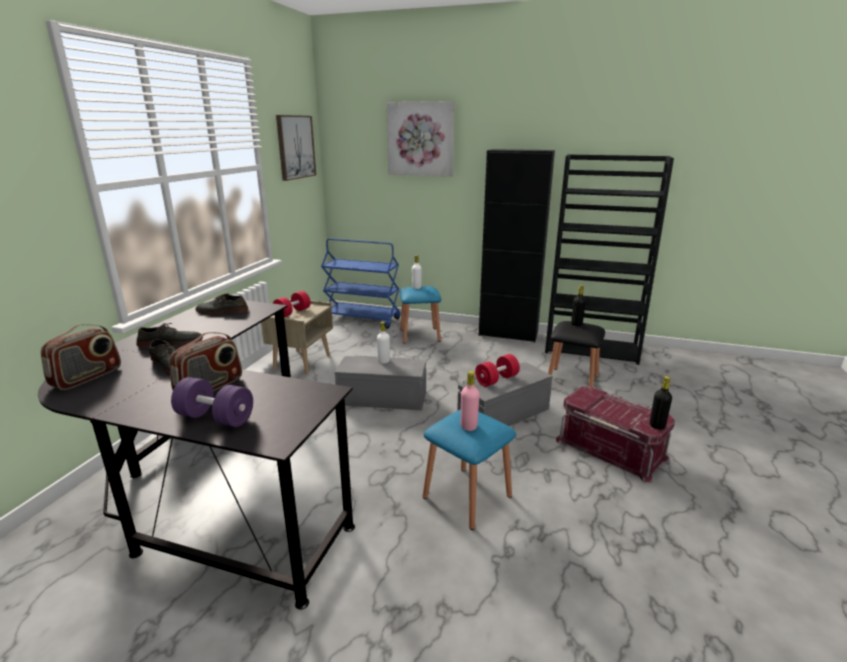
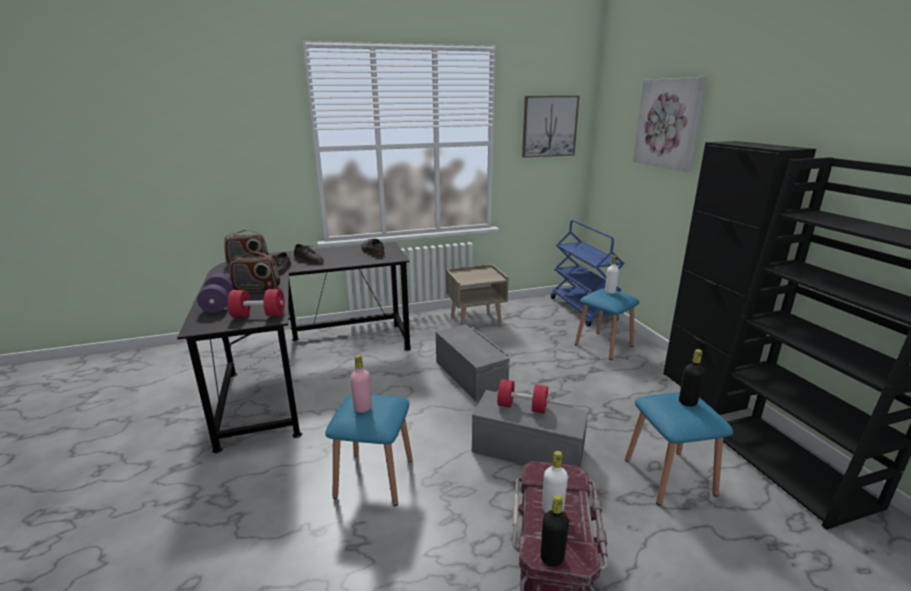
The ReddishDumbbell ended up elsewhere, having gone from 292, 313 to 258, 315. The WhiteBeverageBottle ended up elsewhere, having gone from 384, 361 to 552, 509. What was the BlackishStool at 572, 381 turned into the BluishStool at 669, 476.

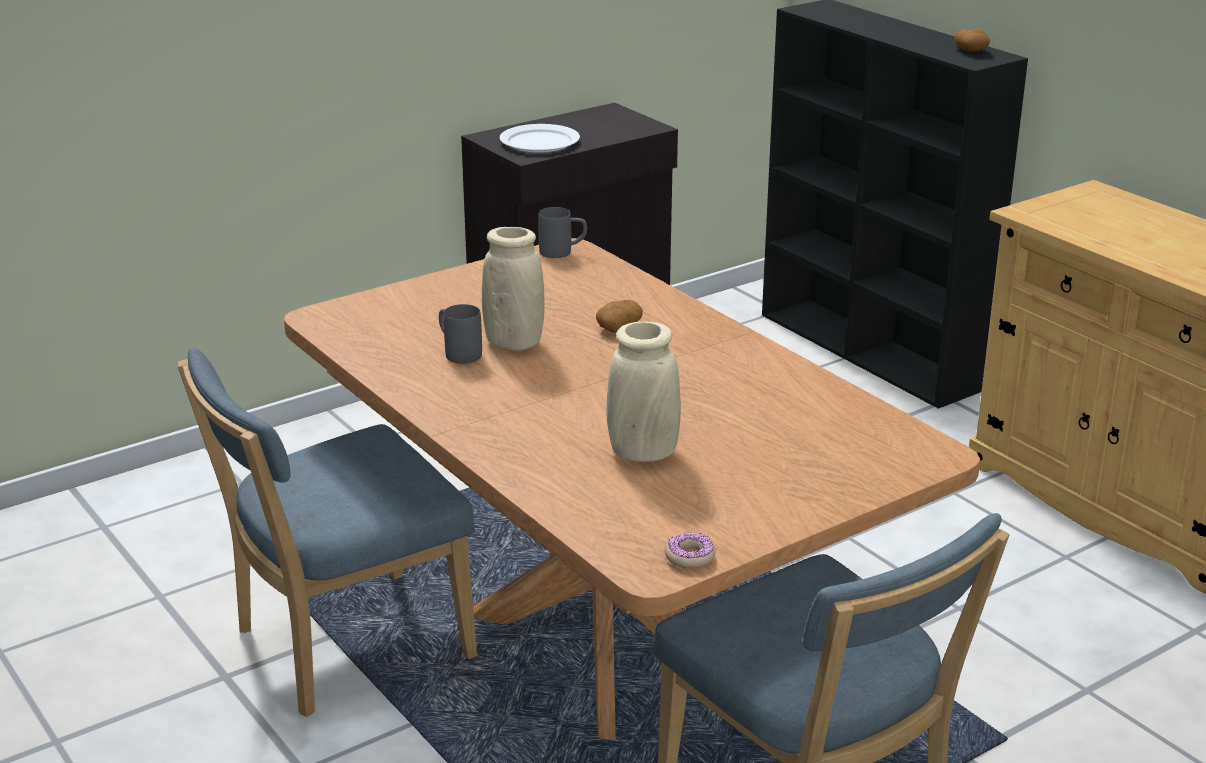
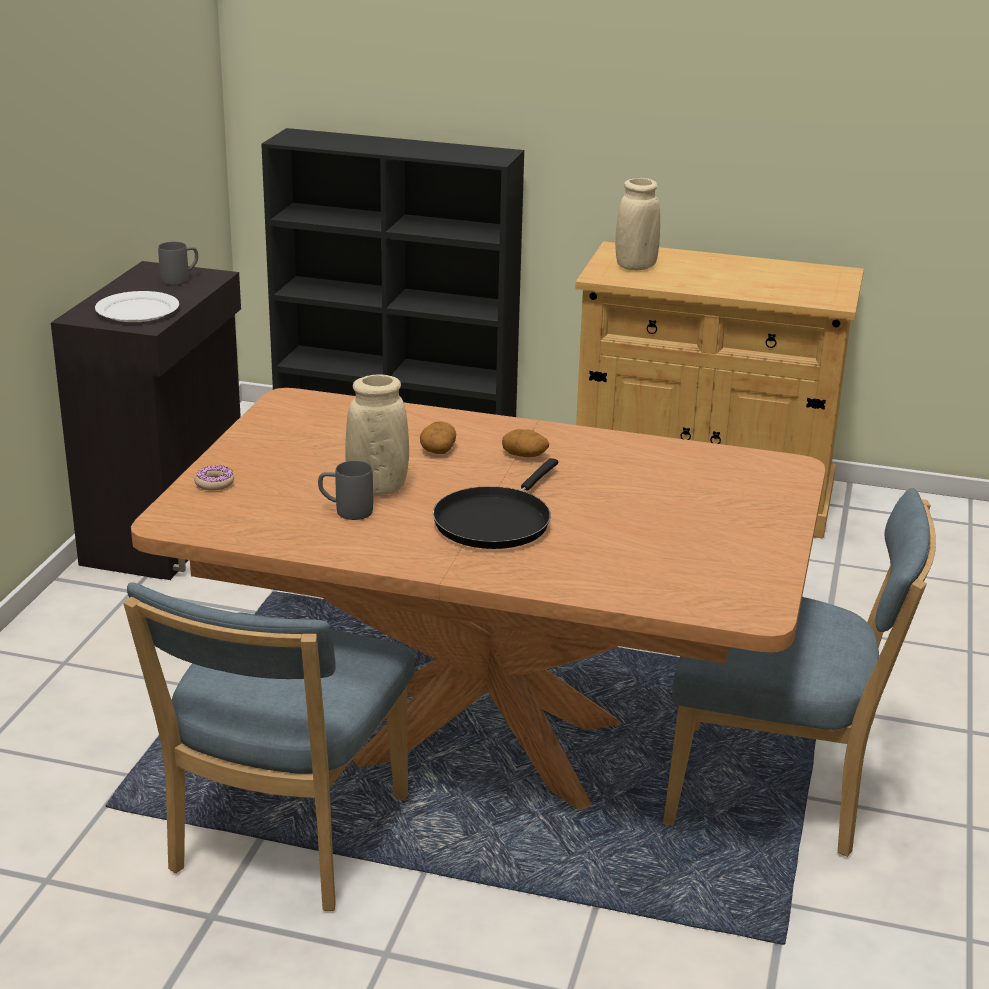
The GrayMug ended up elsewhere, having gone from 563, 252 to 181, 279. The Doughnut ended up elsewhere, having gone from 689, 557 to 214, 483. The second view gained the BlackishFryingPan at 496, 521. The Spud ended up elsewhere, having gone from 971, 51 to 525, 455. The SandColouredFlowerVase ended up elsewhere, having gone from 643, 453 to 636, 267.

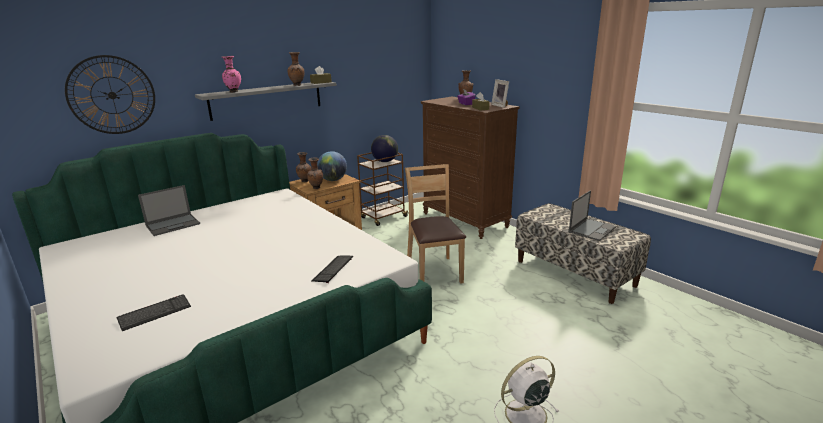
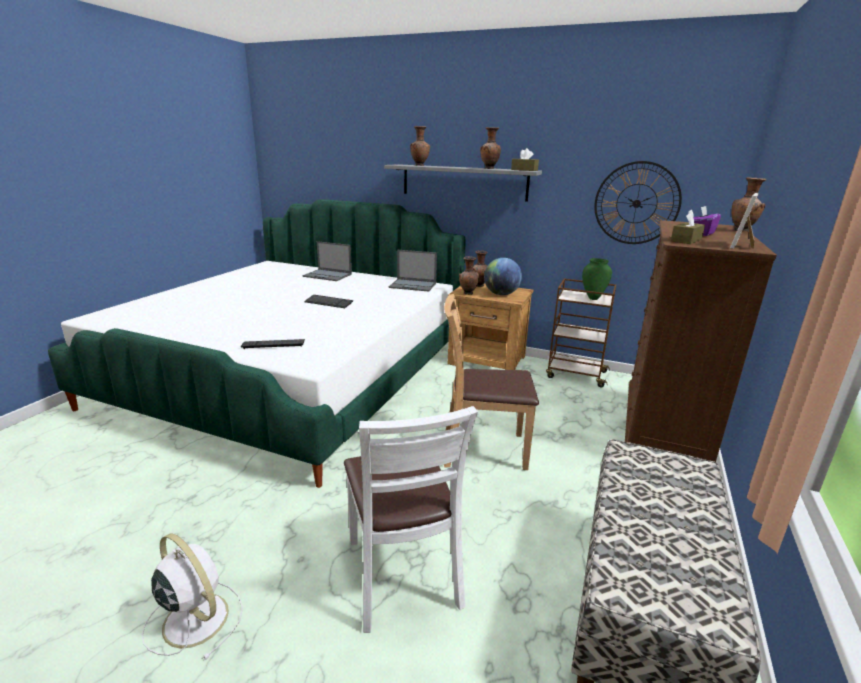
The Keyboard ended up elsewhere, having gone from 155, 313 to 328, 302. The second view gained the WhiteChair at 402, 574. The NotebookComputer ended up elsewhere, having gone from 592, 229 to 413, 285. What was the PinkishFlowerVase at 233, 92 turned into the BrownishFlowerVase at 419, 165. The BrownishChair at 434, 272 ended up facing another way, 135 degrees counterclockwise from before. Where the Globe stood at 385, 161, the GreenFlowerVase came to stand at 593, 298. The ClockOnTheWall ended up elsewhere, having gone from 112, 95 to 636, 203.

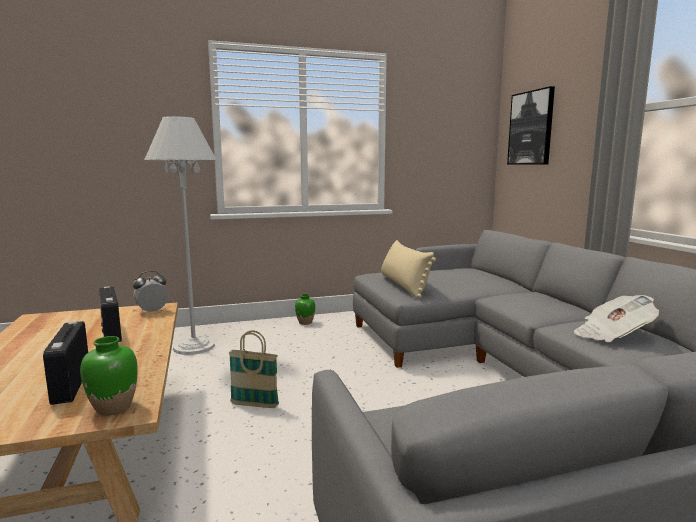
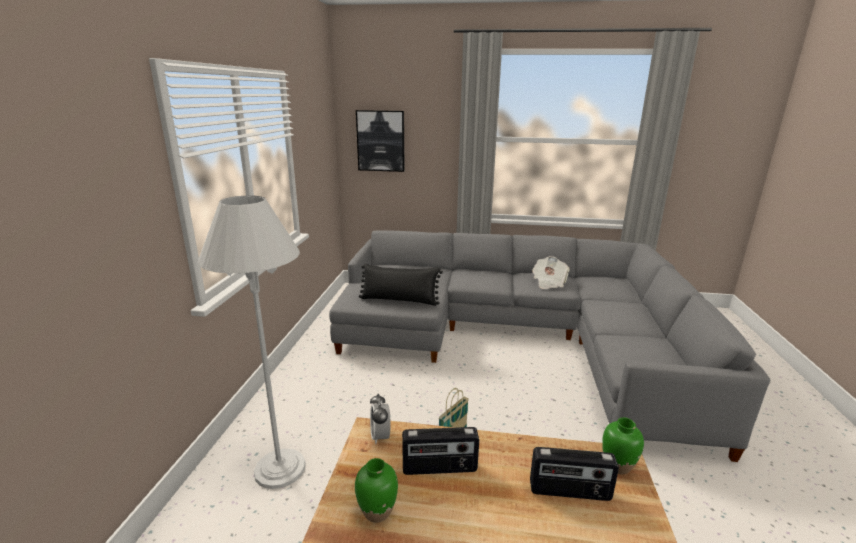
The GreenFlowerVase ended up elsewhere, having gone from 305, 322 to 377, 511. What was the SandColouredPillow at 404, 286 turned into the BlackishPillow at 399, 300.

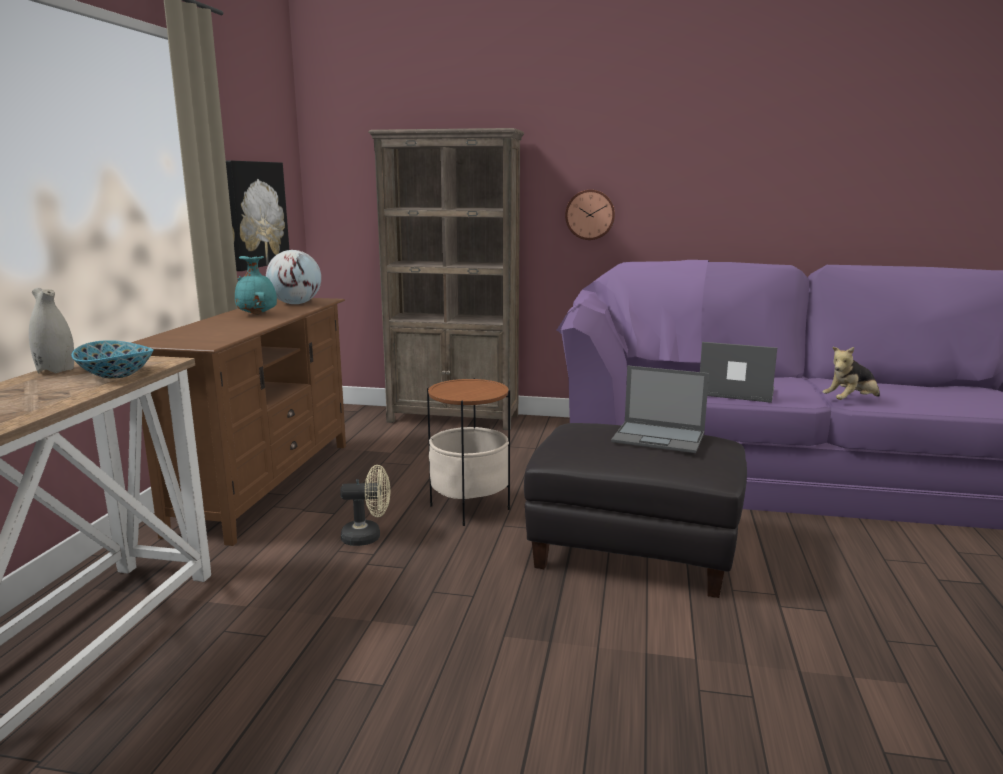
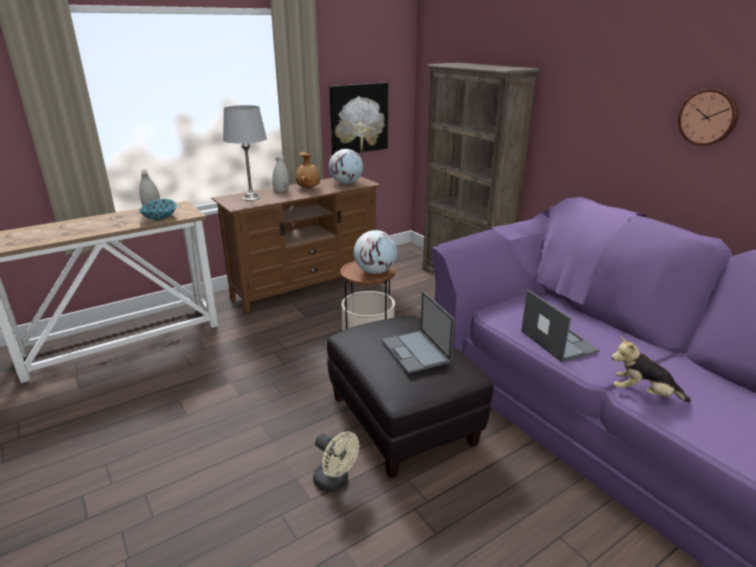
The second view gained the GrayTabletopLamp at 251, 197. The second view gained the WhiteFlowerVase at 281, 190. What was the BlueGreenFlowerVase at 258, 314 turned into the BrownishFlowerVase at 309, 188. The SandColouredFan ended up elsewhere, having gone from 368, 537 to 335, 482. The second view gained the Globe at 375, 272. The ClockOnTheWall ended up elsewhere, having gone from 590, 214 to 708, 117.

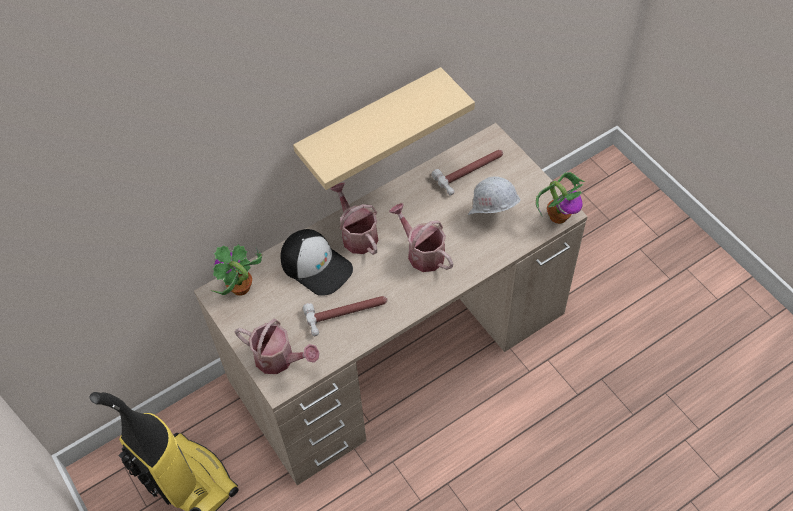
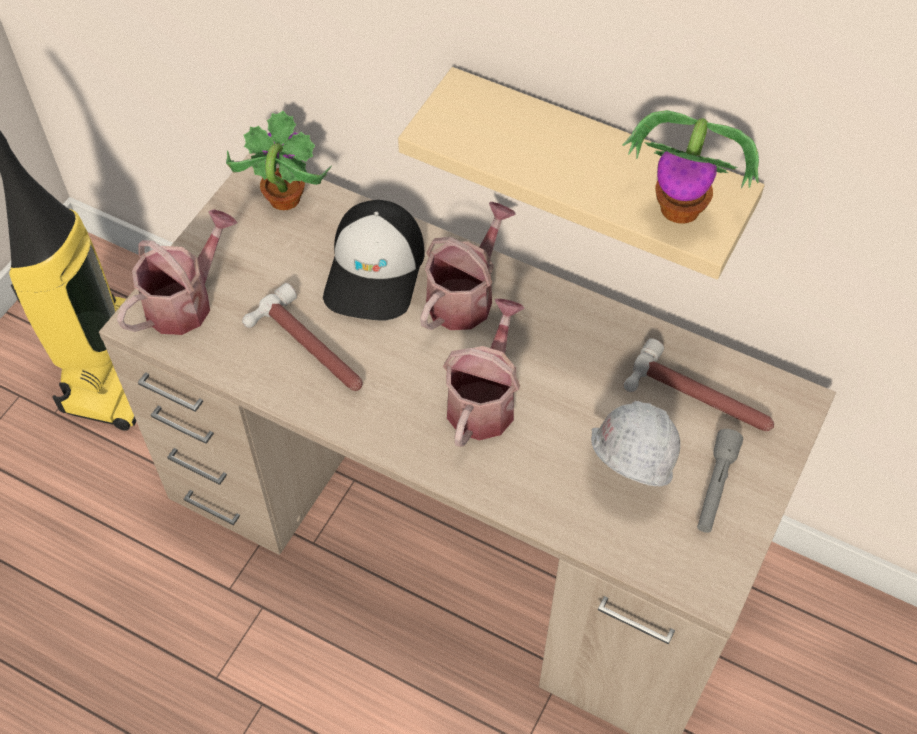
The WateringPot at 279, 359 ended up facing another way, 135 degrees counterclockwise from before. The Houseplant ended up elsewhere, having gone from 558, 215 to 681, 208. The second view gained the GrayFlashlight at 715, 487.

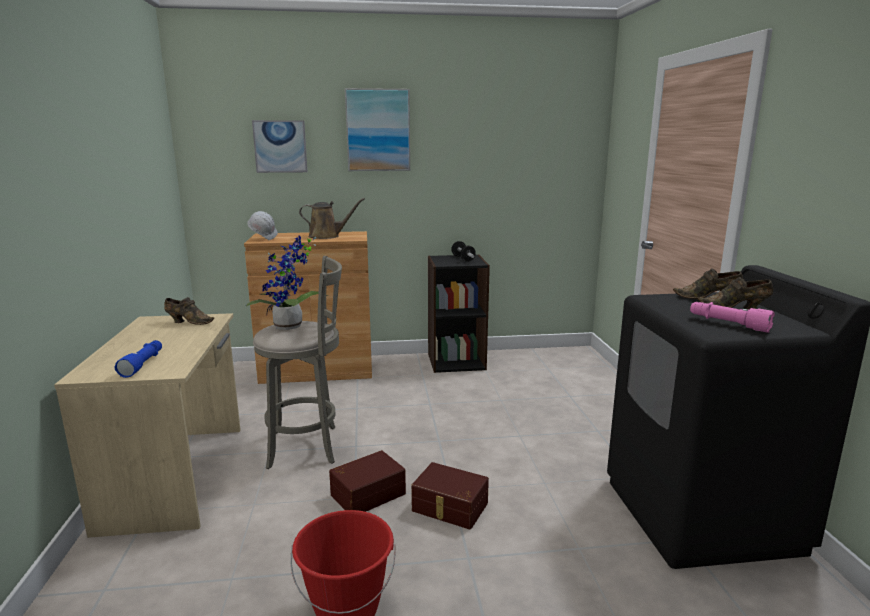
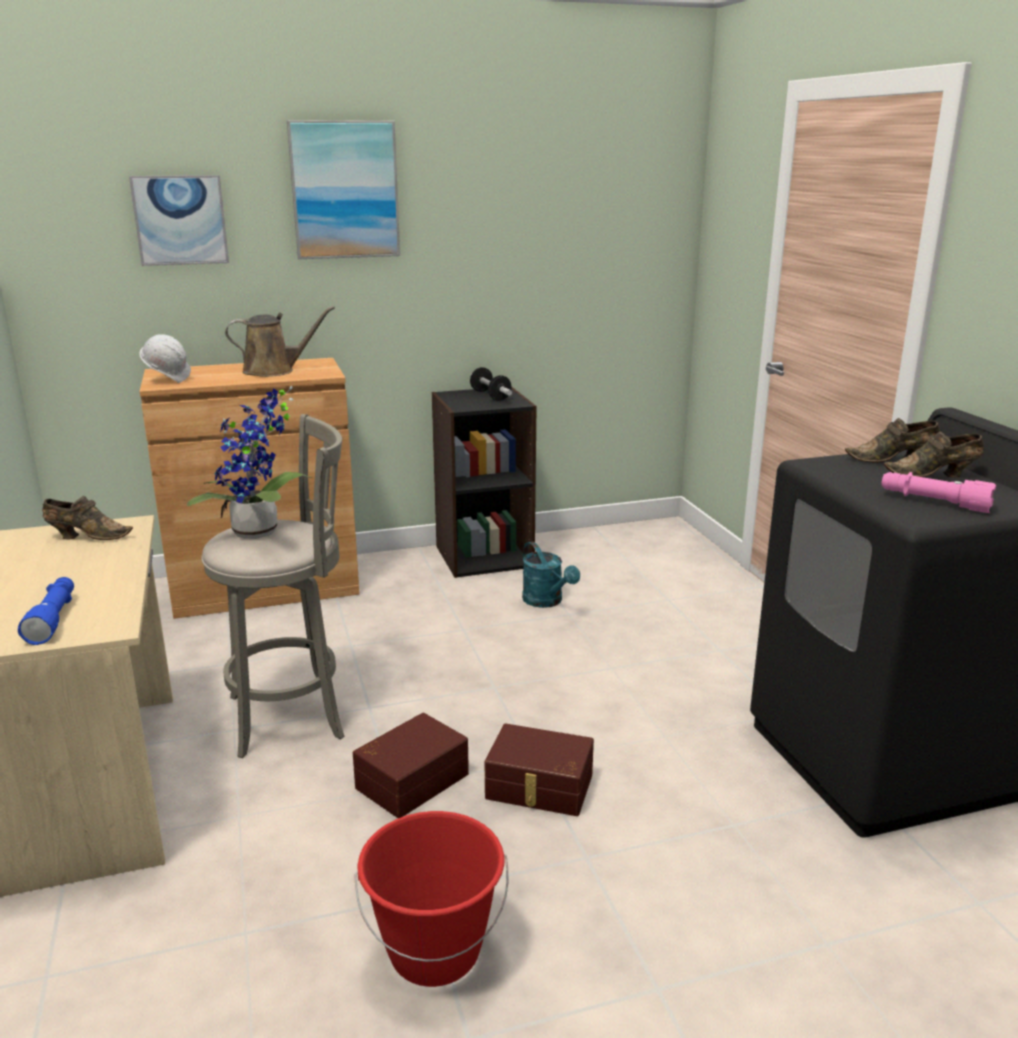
The second view gained the BlueGreenWateringPot at 547, 601.

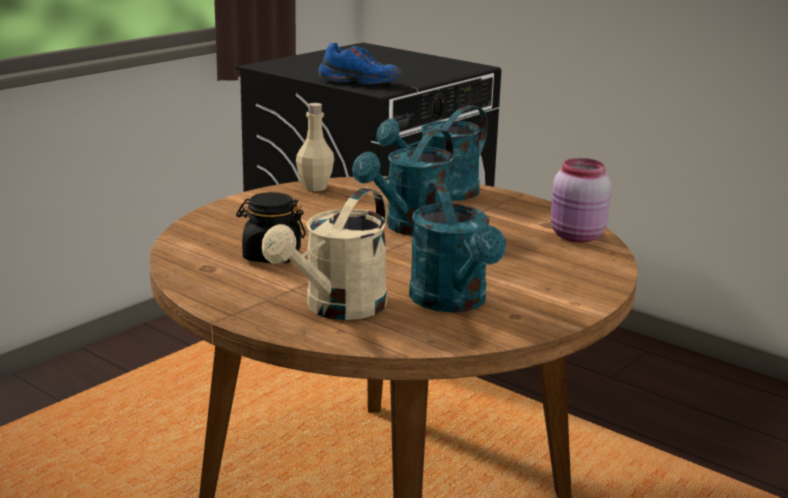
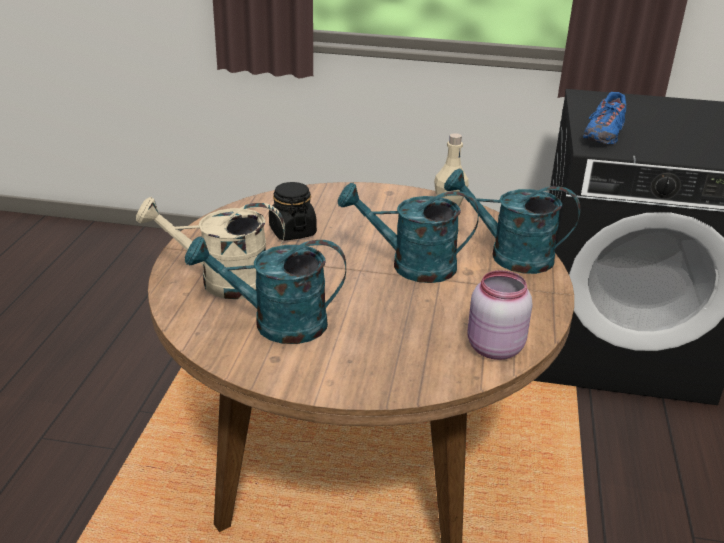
The BlueGreenWateringPot at 453, 302 ended up facing another way, 45 degrees clockwise from before. The BluishItemOfFootwear at 359, 83 ended up facing another way, 45 degrees clockwise from before.

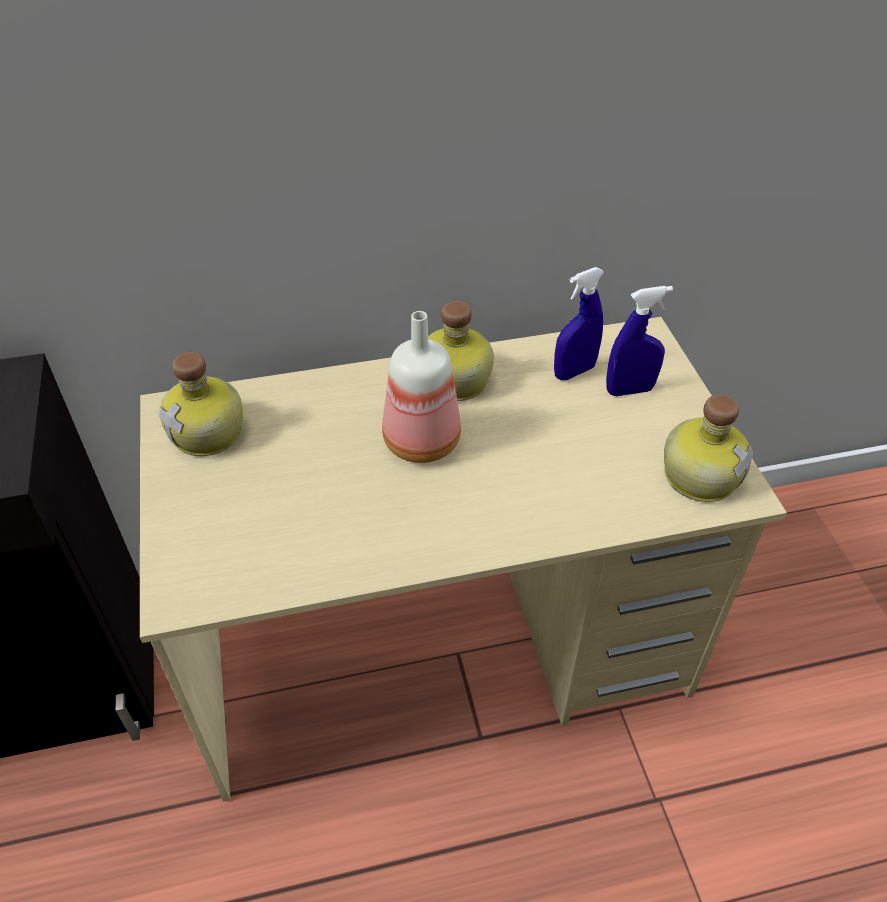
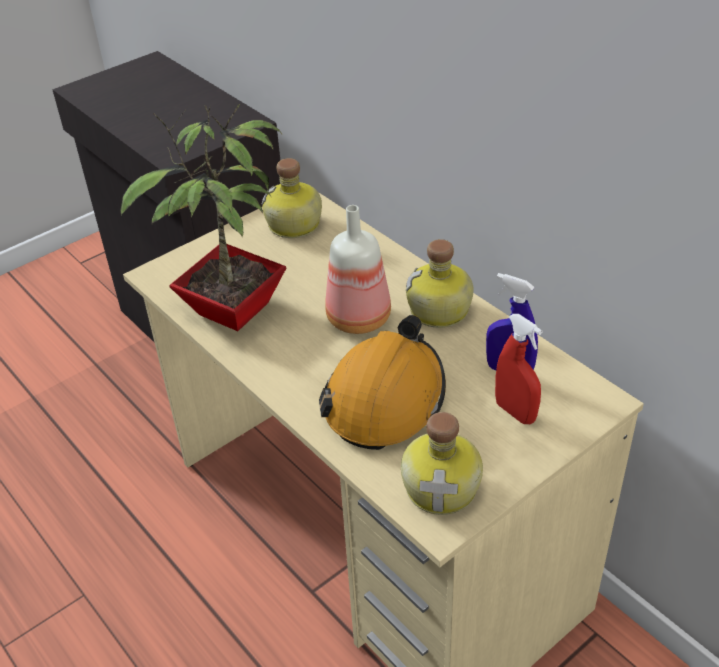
The second view gained the Houseplant at 230, 313. The second view gained the OrangeColouredSafetyHelmet at 385, 399. What was the BluishHandSprayer at 629, 390 turned into the ReddishHandSprayer at 515, 412.

